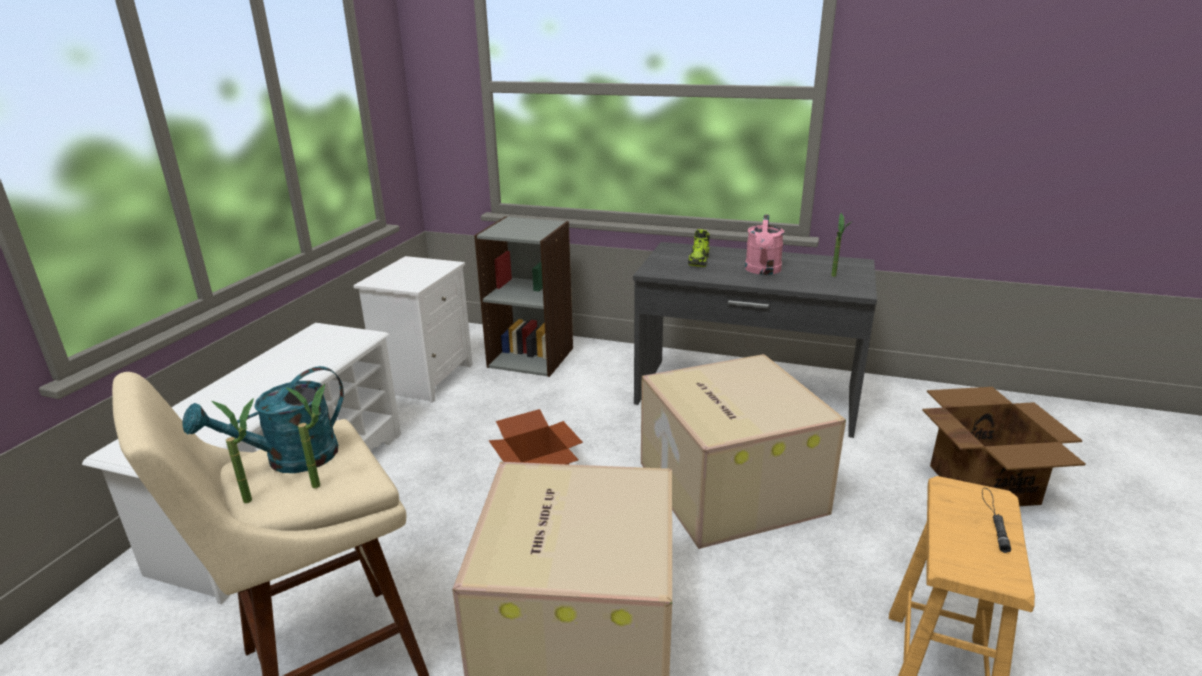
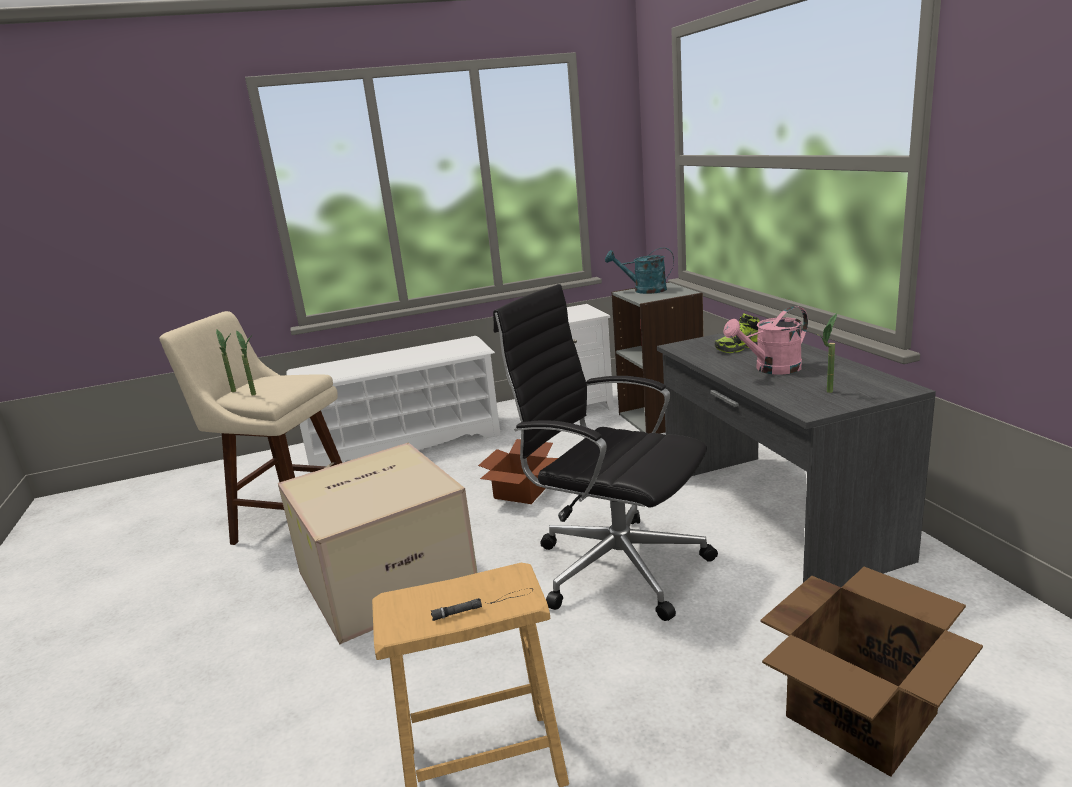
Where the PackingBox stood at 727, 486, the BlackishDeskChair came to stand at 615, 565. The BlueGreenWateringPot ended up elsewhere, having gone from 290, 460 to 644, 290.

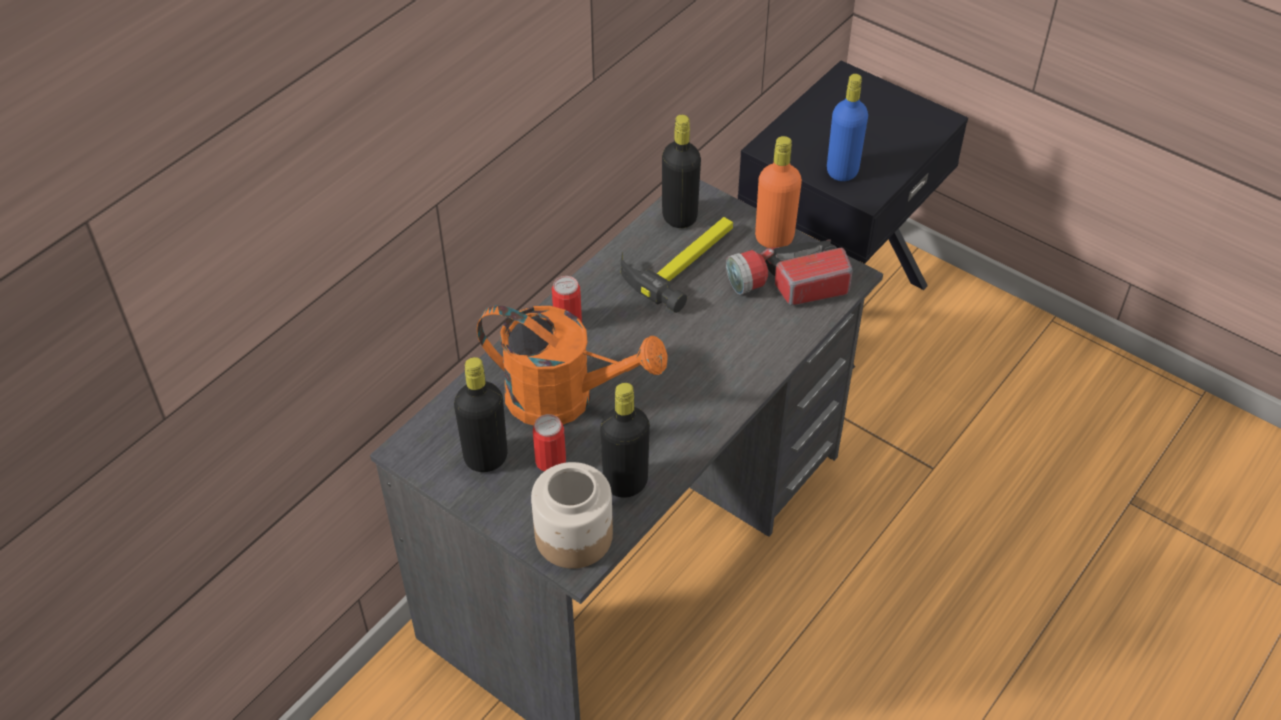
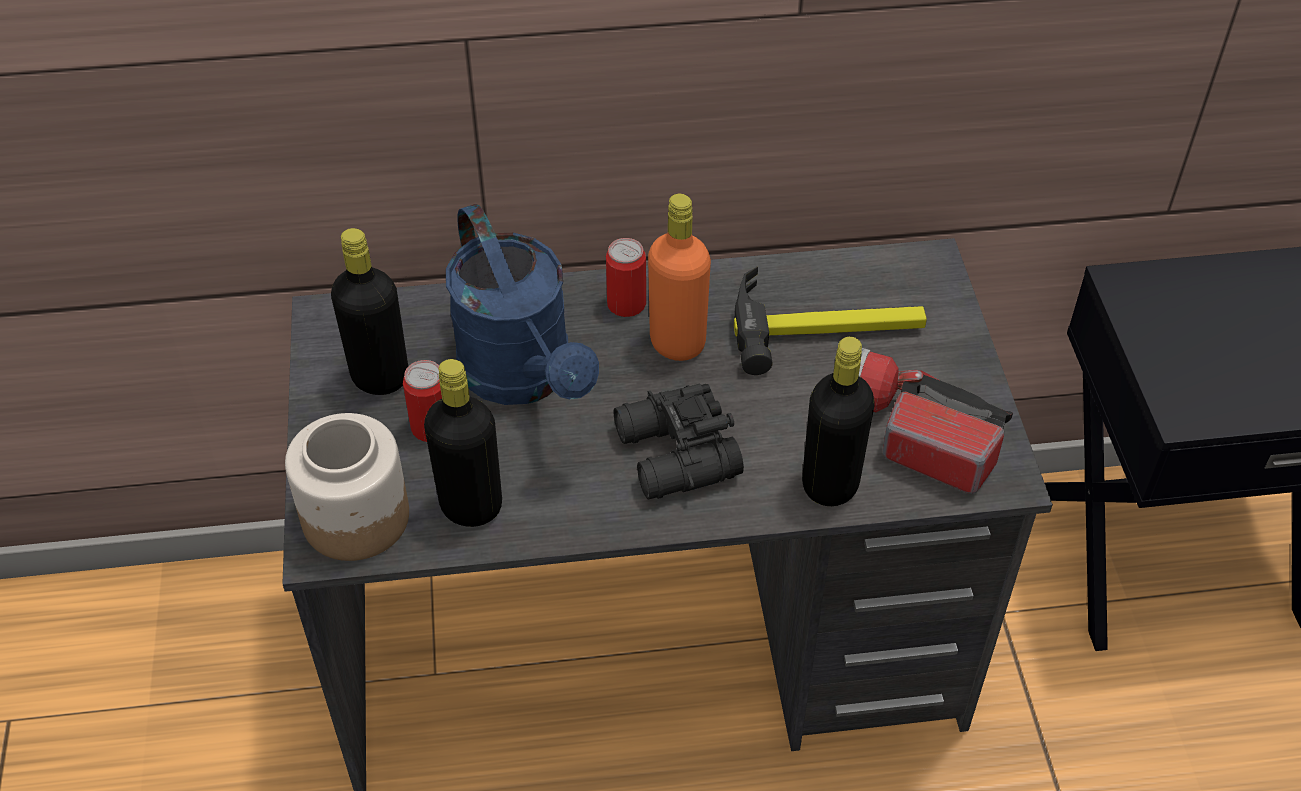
What was the OrangeColouredWateringPot at 565, 399 turned into the BluishWateringPot at 525, 377. The second view gained the BlackishPairOfBinoculars at 675, 456. The OrangeColouredBeverageBottle ended up elsewhere, having gone from 774, 238 to 677, 343. The BlackishBeverageBottle ended up elsewhere, having gone from 679, 217 to 830, 485. The second view lost the BluishBeverageBottle at 842, 171.

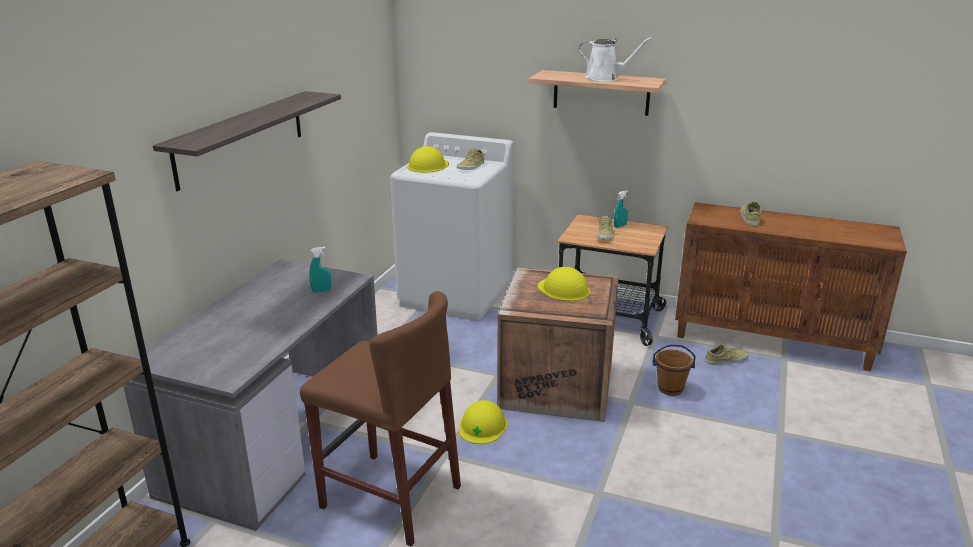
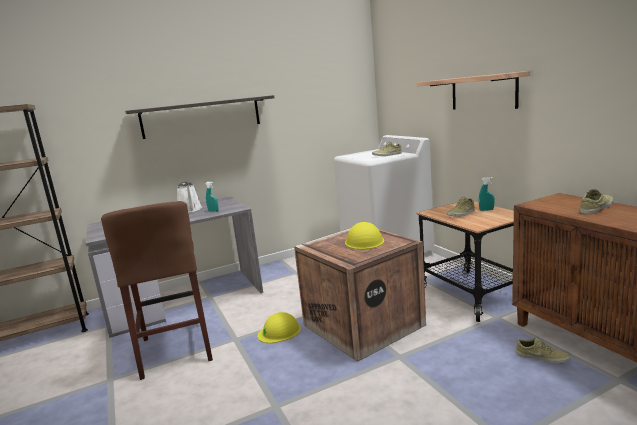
The WhiteWateringPot ended up elsewhere, having gone from 605, 78 to 190, 210. The second view lost the YellowSafetyHelmet at 428, 165. The second view lost the BrownishPail at 670, 389.

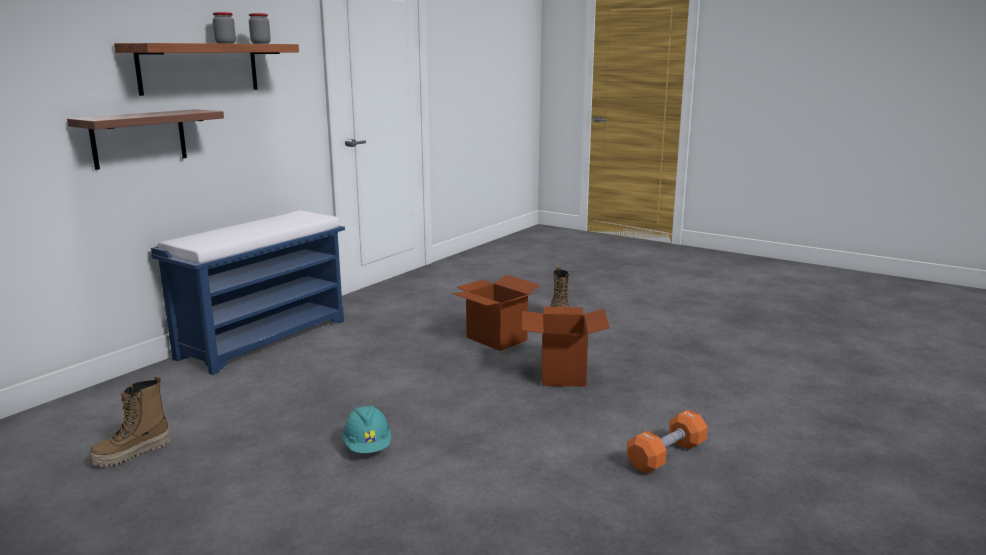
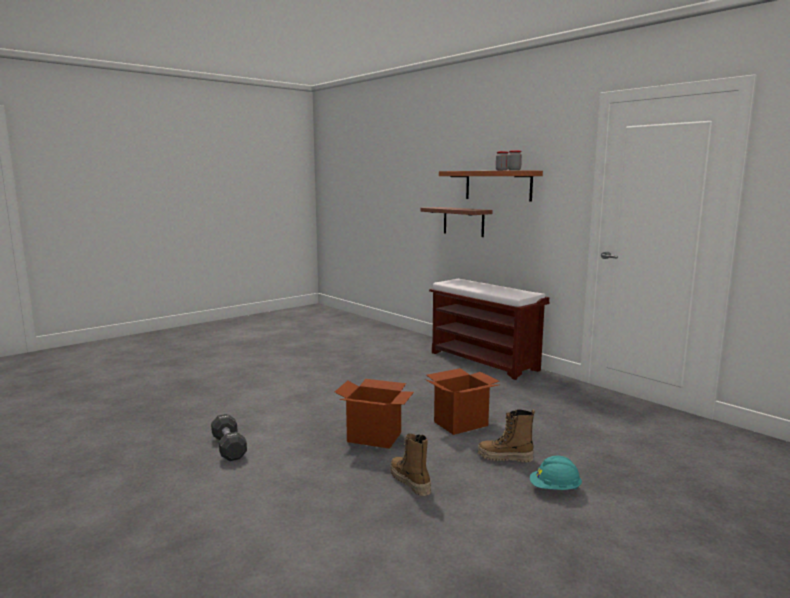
What was the OrangeColouredDumbbell at 666, 456 turned into the BlackishDumbbell at 229, 447. The TallBoot ended up elsewhere, having gone from 132, 454 to 410, 482. What was the BluishBench at 265, 338 turned into the BrownishBench at 485, 361. The BlueGreenSafetyHelmet ended up elsewhere, having gone from 367, 447 to 555, 489.

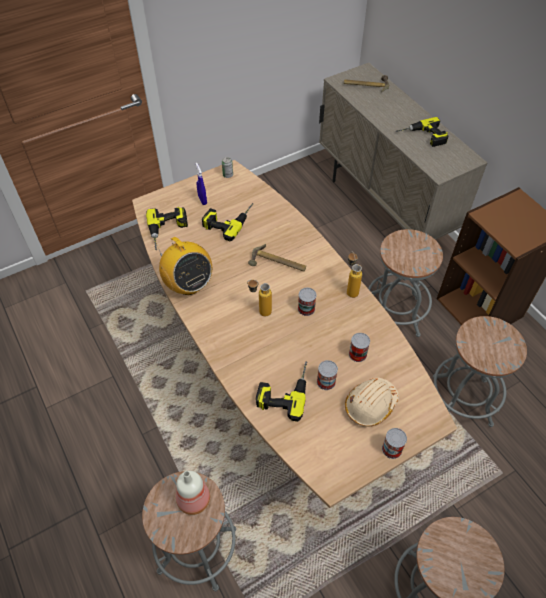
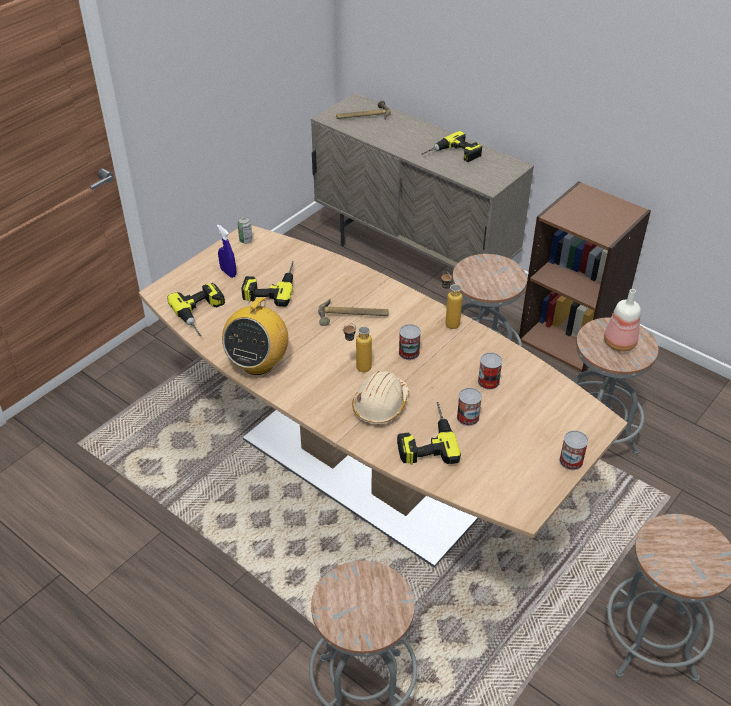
The RadioReceiver at 188, 285 ended up facing another way, 75 degrees clockwise from before. The SandColouredSafetyHelmet ended up elsewhere, having gone from 370, 405 to 380, 405. The BeverageBottle ended up elsewhere, having gone from 193, 501 to 620, 344.

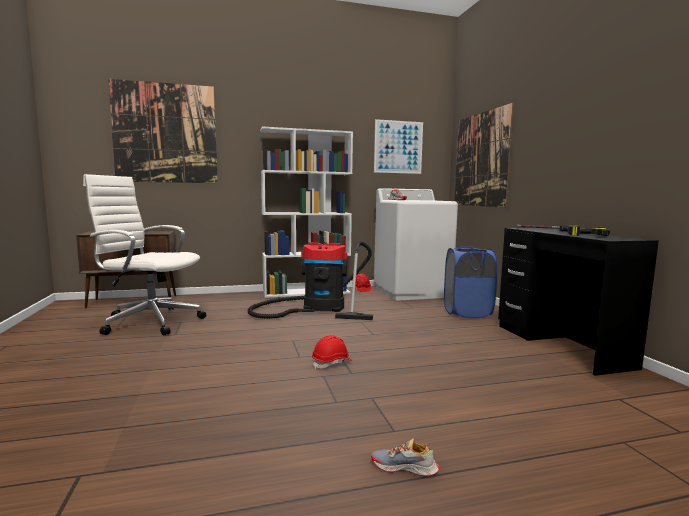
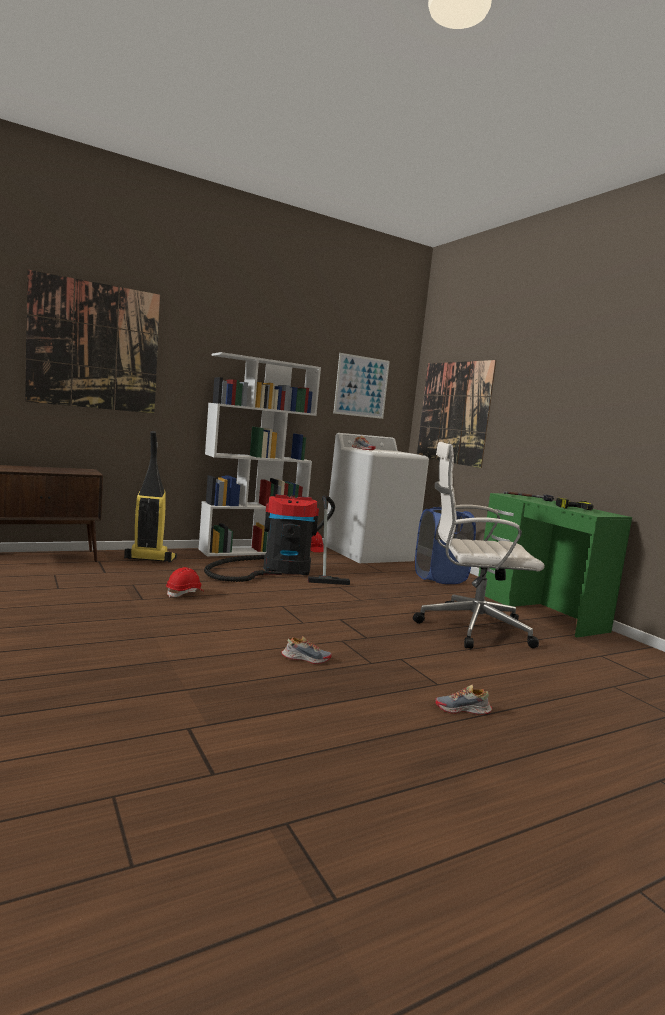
The second view gained the Vacuum at 149, 559. The ReddishSafetyHelmet ended up elsewhere, having gone from 332, 363 to 185, 593. The second view gained the ItemOfFootwear at 305, 658. The WhiteDeskChair ended up elsewhere, having gone from 150, 321 to 470, 628. What was the BlackishDesk at 560, 345 turned into the GreenDesk at 539, 611.

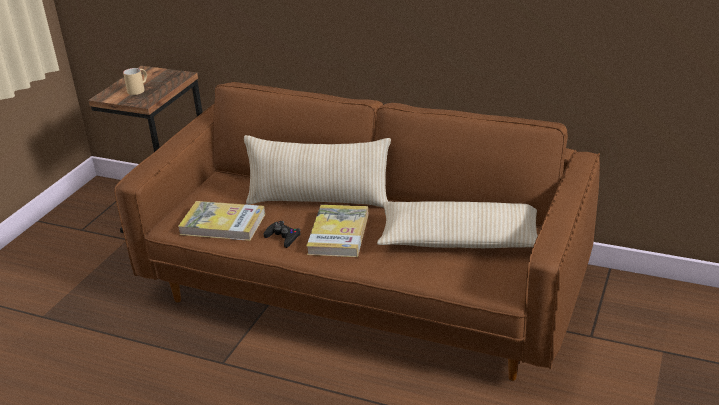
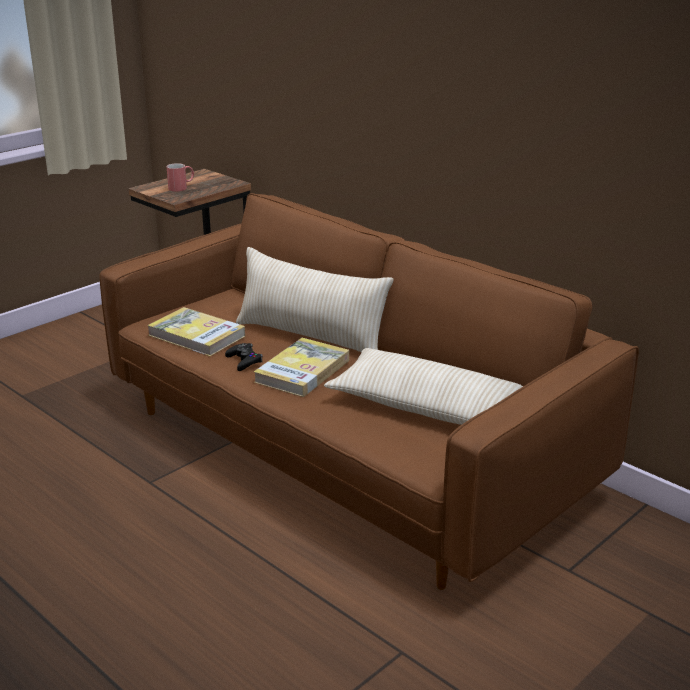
What was the SandColouredMug at 139, 89 turned into the ReddishMug at 182, 188.

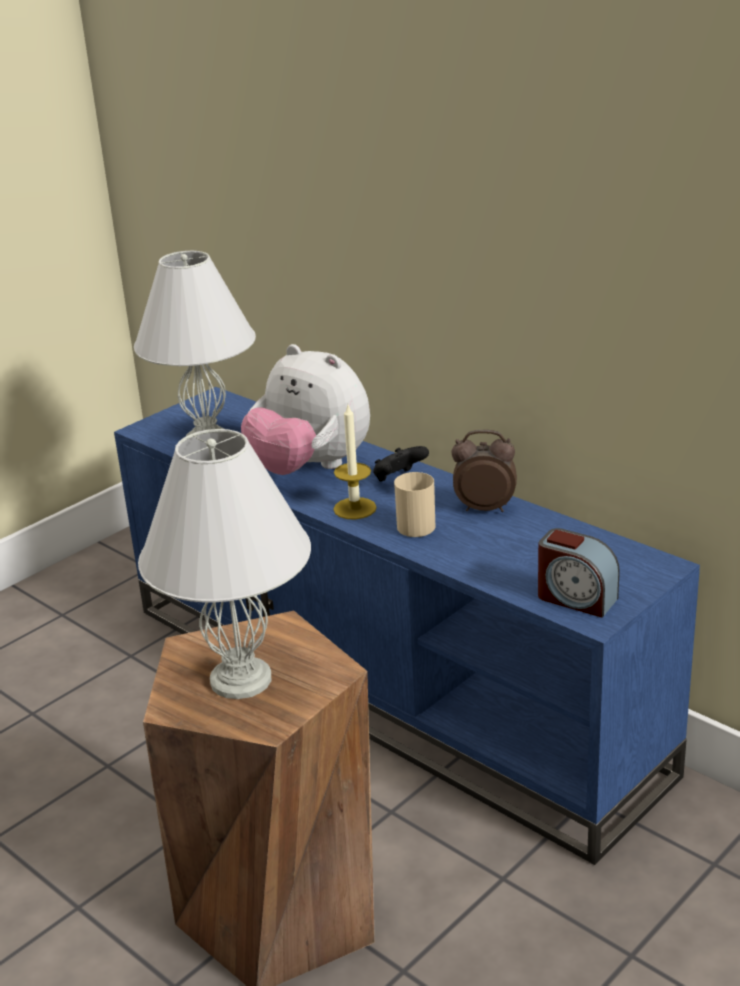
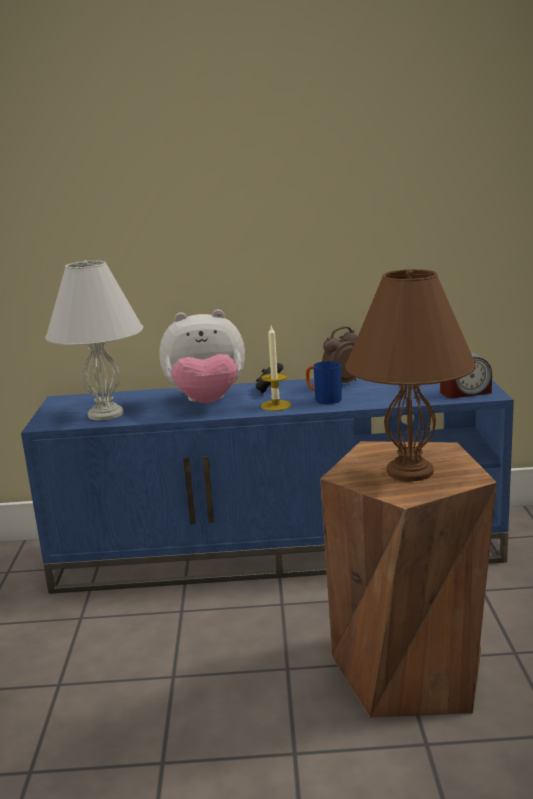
What was the SandColouredMug at 414, 524 turned into the BluishMug at 323, 399. What was the WhiteTabletopLamp at 242, 680 turned into the BrownishTabletopLamp at 411, 471.

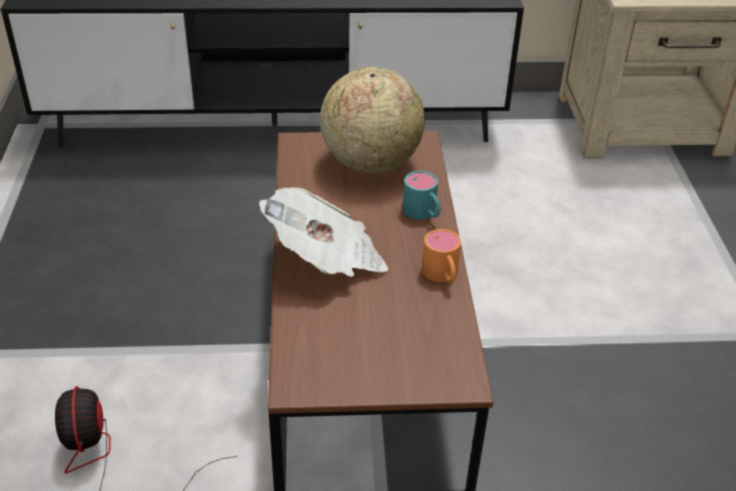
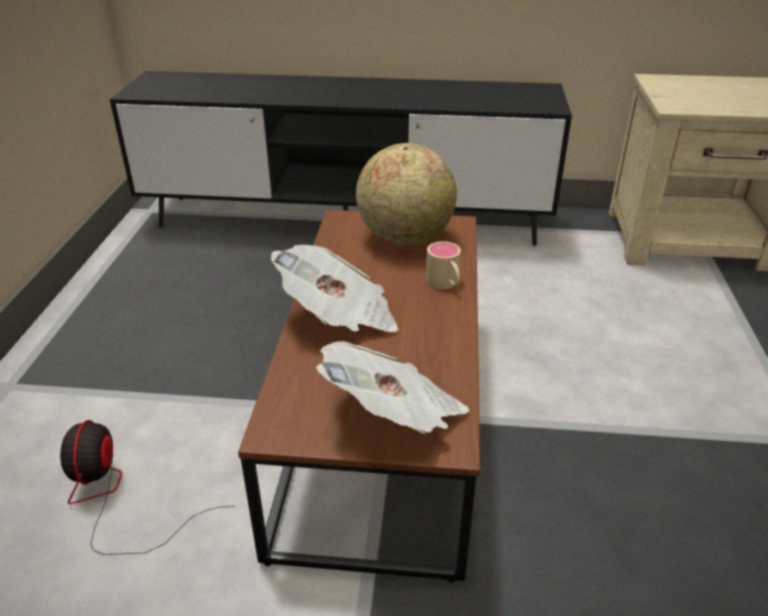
The second view gained the DailyPaper at 394, 415. What was the BlueGreenMug at 423, 214 turned into the SandColouredMug at 445, 284. The second view lost the OrangeColouredMug at 442, 276.

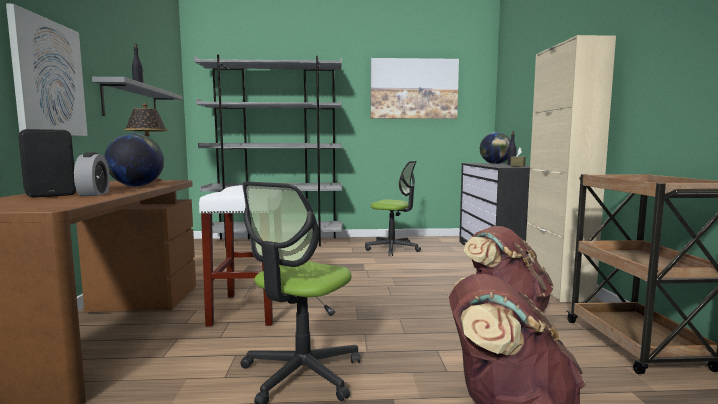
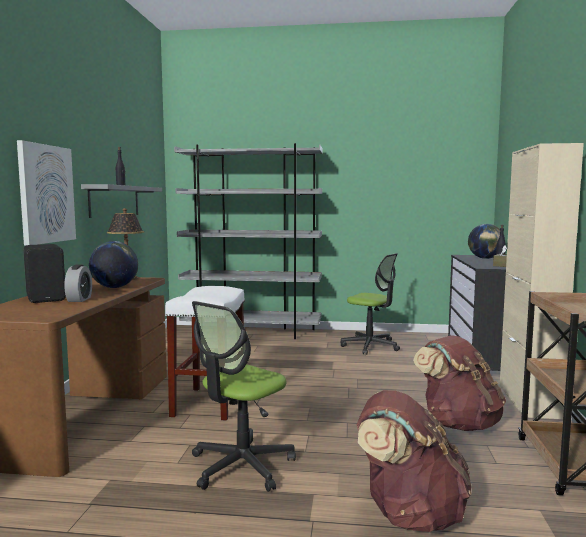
The second view lost the WallPicture at 414, 89.

